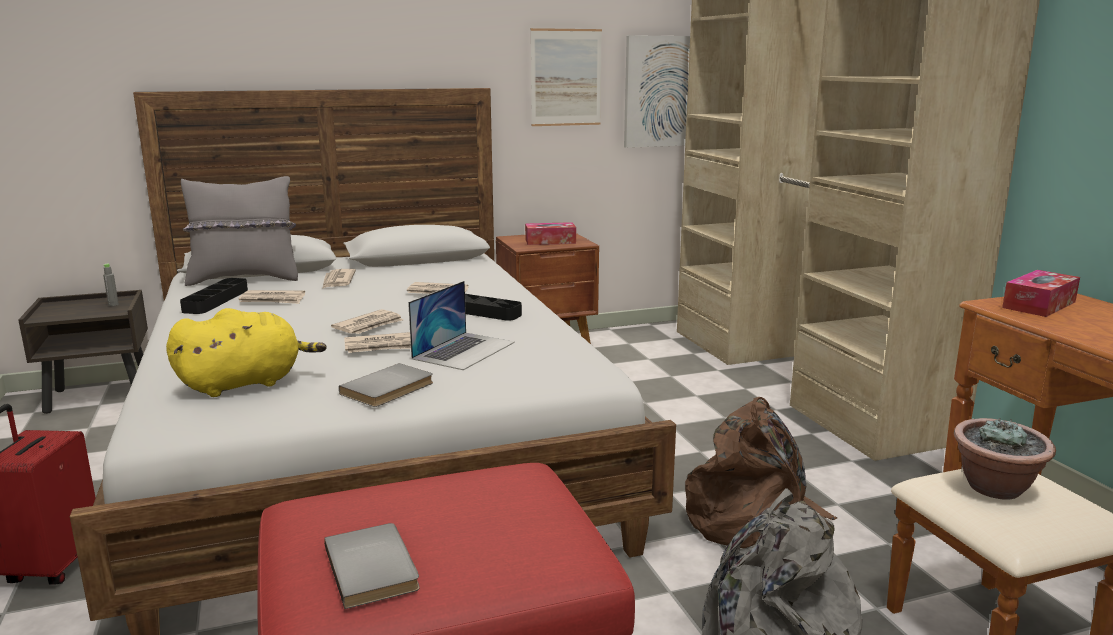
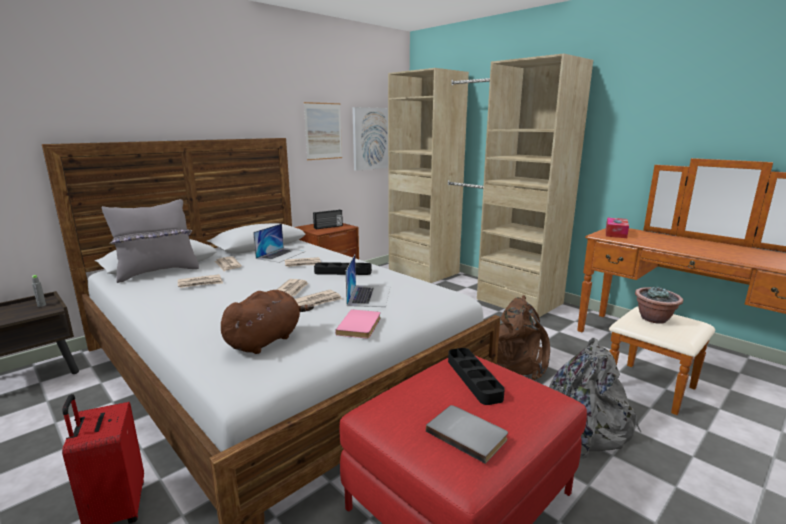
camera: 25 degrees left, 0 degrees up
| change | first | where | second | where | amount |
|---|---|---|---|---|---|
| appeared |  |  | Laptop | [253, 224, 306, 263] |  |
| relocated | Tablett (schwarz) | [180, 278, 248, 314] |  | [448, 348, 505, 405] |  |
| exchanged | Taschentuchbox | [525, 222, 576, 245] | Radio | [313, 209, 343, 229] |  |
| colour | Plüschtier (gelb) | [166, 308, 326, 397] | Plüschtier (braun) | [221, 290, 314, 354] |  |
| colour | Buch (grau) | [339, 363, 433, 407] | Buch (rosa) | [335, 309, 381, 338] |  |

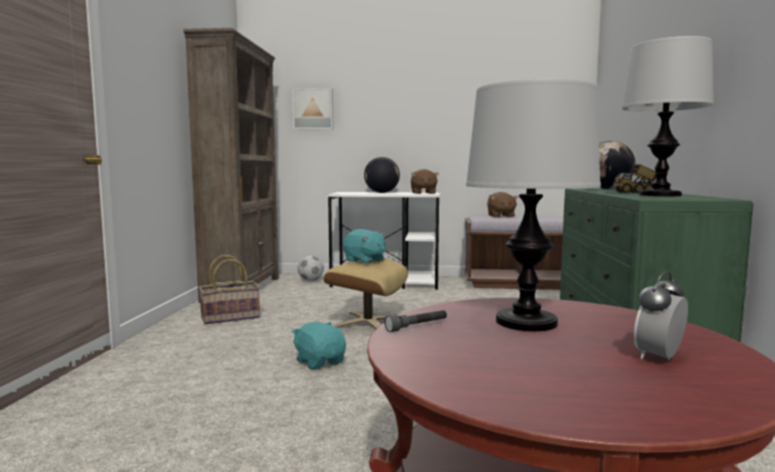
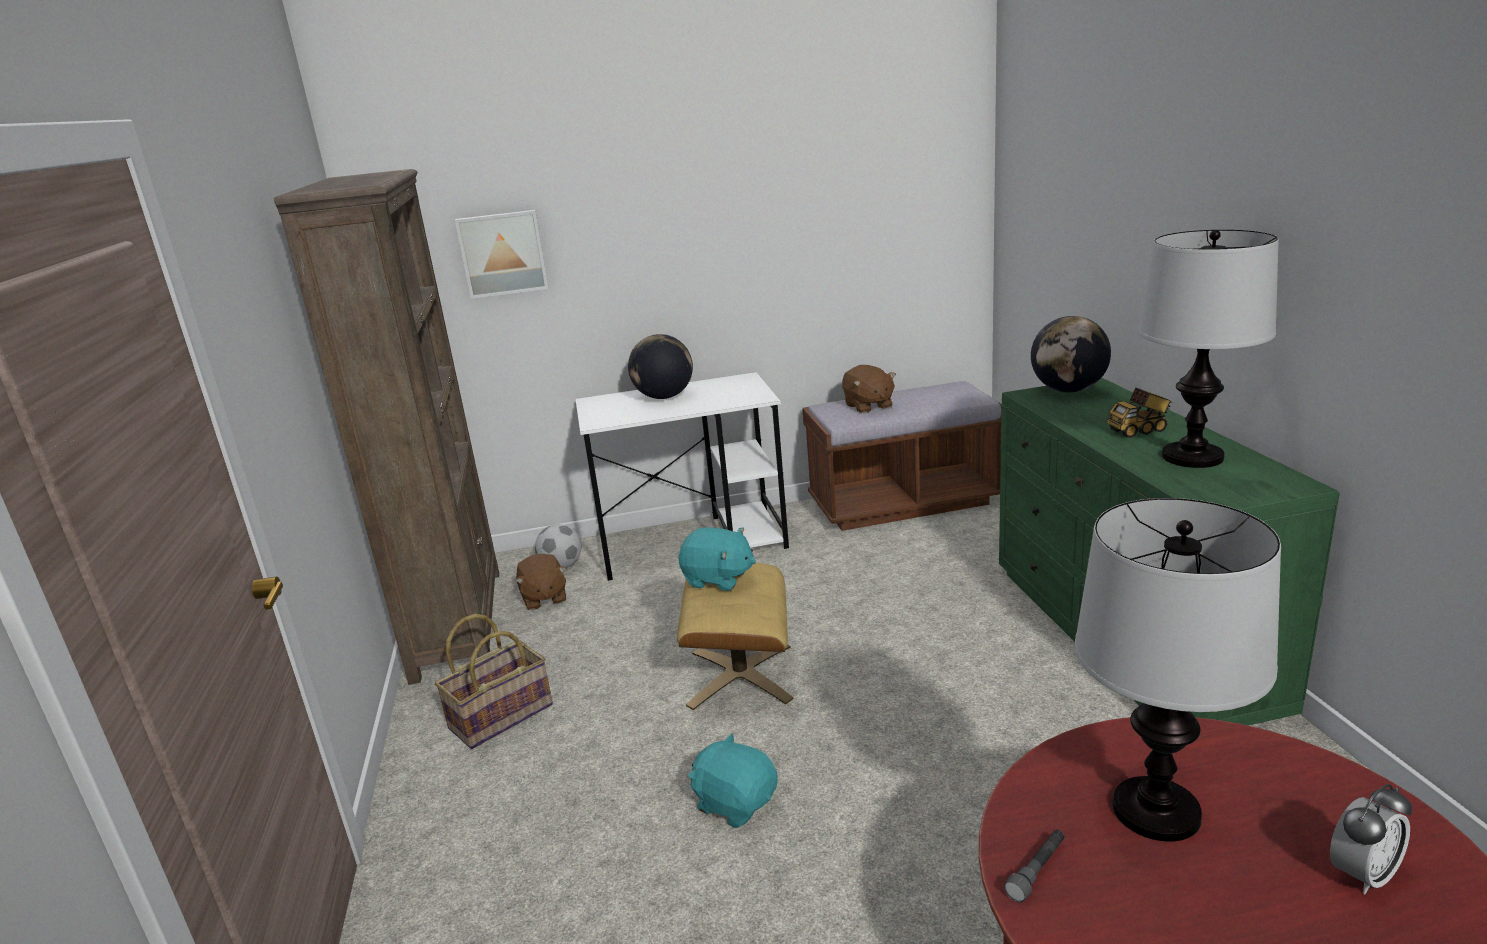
camera: 15 degrees left, 15 degrees up
| change | first | where | second | where | amount |
|---|---|---|---|---|---|
| relocated | Plüschtier (braun) | [411, 169, 439, 194] |  | [515, 554, 567, 610] |  |
| spun | Wecker | [634, 271, 688, 360] |  | [1330, 784, 1412, 894] | 150 degrees counterclockwise |

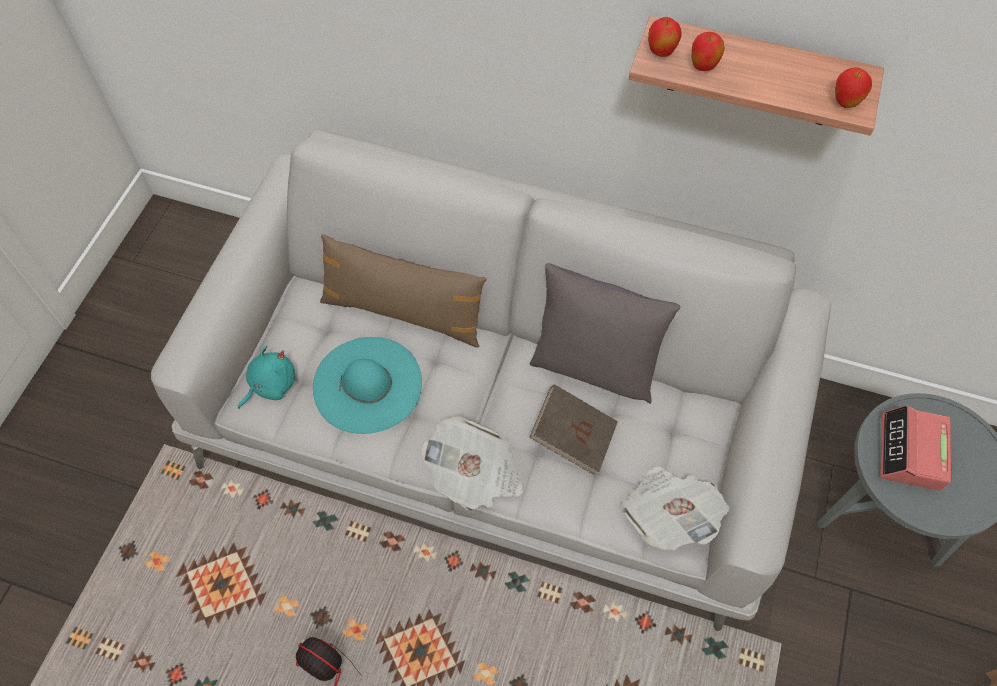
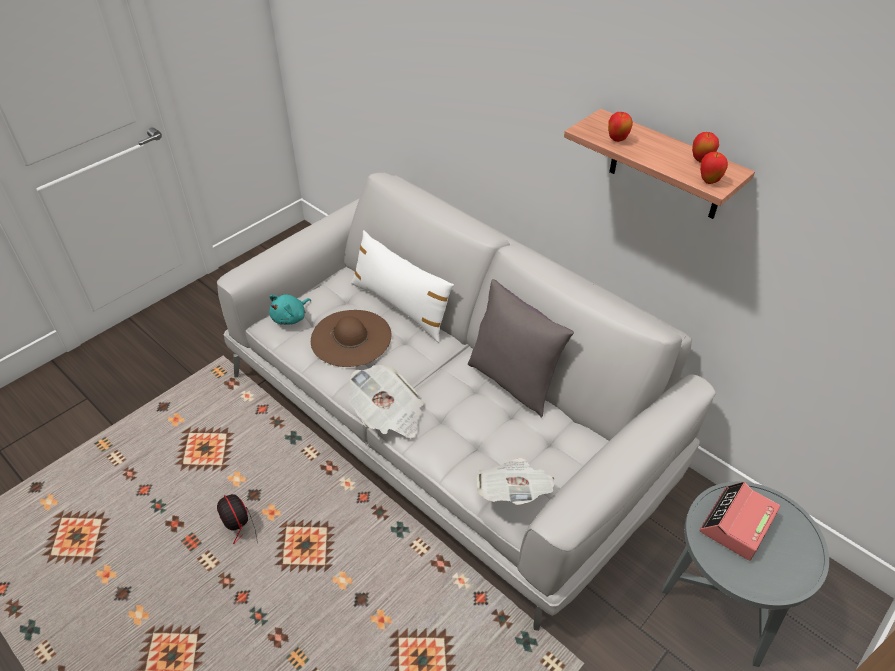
camera: 25 degrees right, 15 degrees down
| change | first | where | second | where | amount |
|---|---|---|---|---|---|
| missing | Buch (braun) | [529, 384, 618, 475] |  |  |  |
| relocated | Apfel | [648, 17, 682, 57] |  | [692, 132, 719, 163] |  |
| colour | Hut (türkis) | [313, 337, 422, 434] | Hut (braun) | [311, 310, 391, 367] |  |
| colour | Kissen (braun) | [320, 234, 487, 348] | Kissen (weiß) | [351, 230, 454, 342] |  |
| spun | Plüschtier (türkis) | [238, 345, 295, 409] |  | [269, 294, 311, 325] | 150 degrees clockwise |

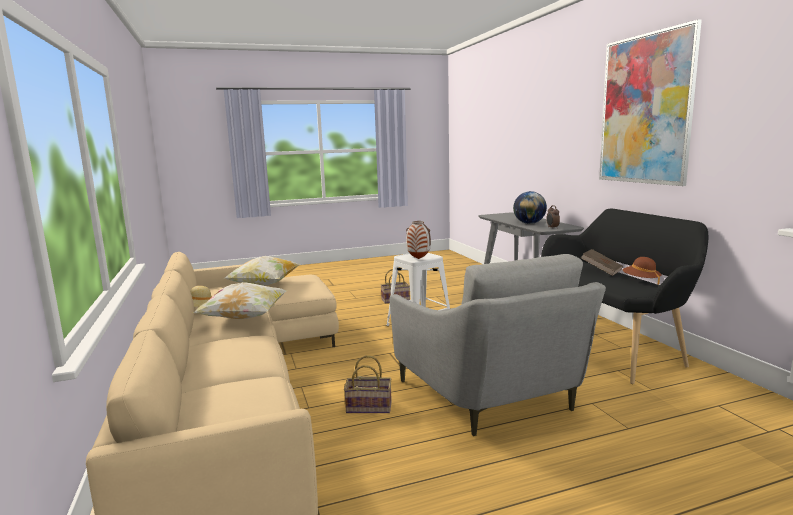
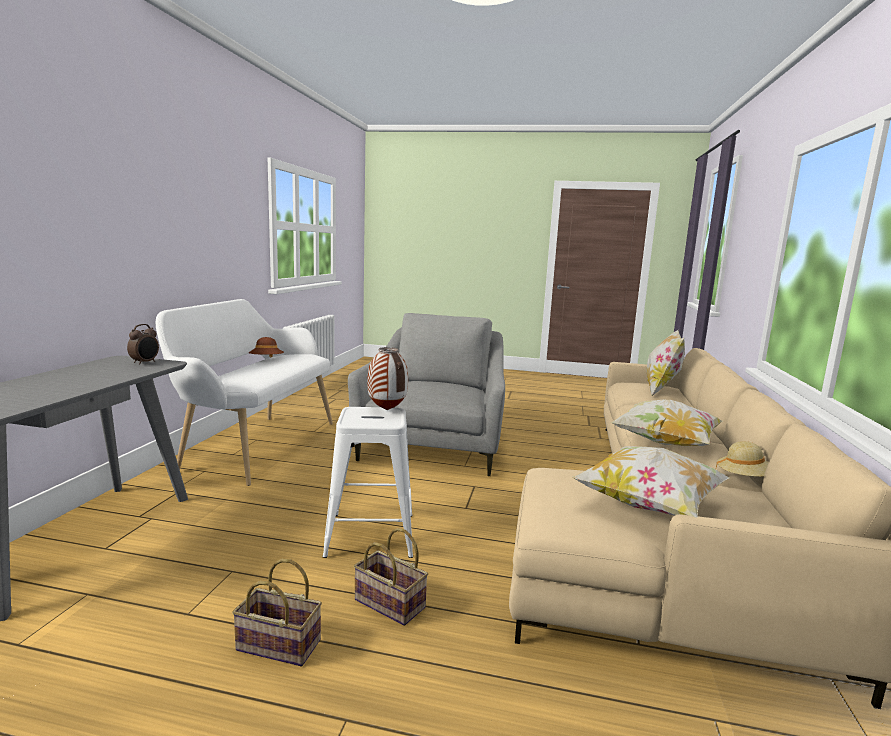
camera: 150 degrees left, 0 degrees up
| change | first | where | second | where | amount |
|---|---|---|---|---|---|
| missing | Globus | [513, 191, 547, 224] |  |  |  |
| missing | Buch (braun) | [581, 249, 623, 276] |  |  |  |
| missing | Bild | [599, 19, 702, 186] |  |  |  |
| appeared |  |  | Kissen | [646, 330, 685, 397] |  |
| relocated | Korb | [344, 355, 392, 413] |  | [354, 528, 428, 626] |  |
| colour | Bank (schwarz) | [541, 209, 708, 384] | Bank (weiß) | [156, 299, 333, 486] |  |

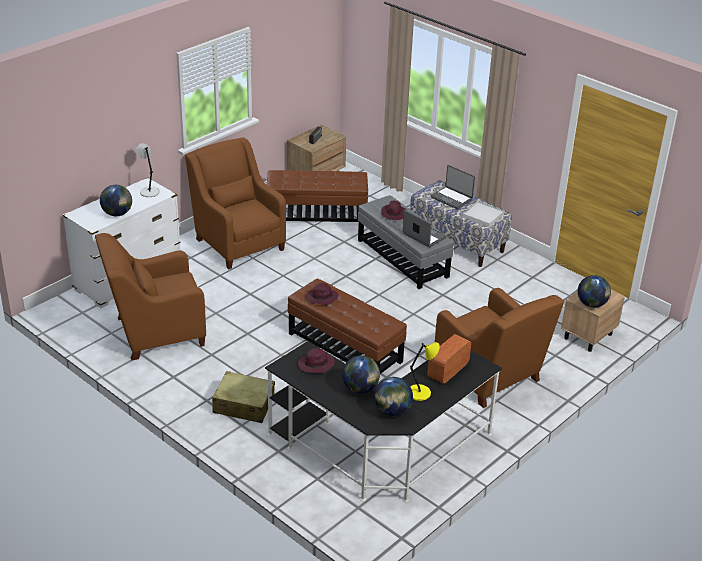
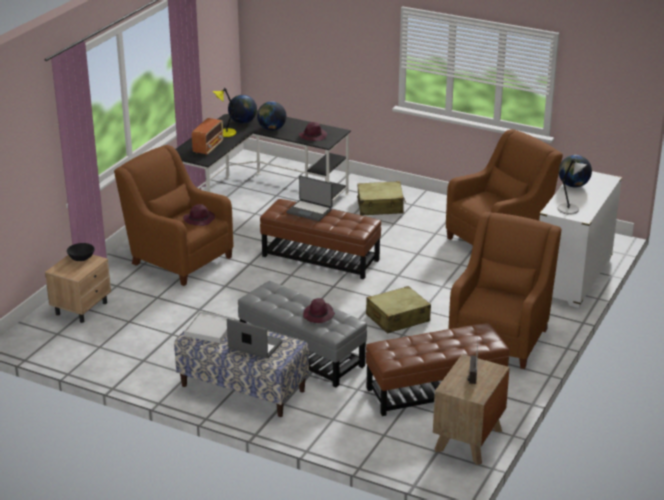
camera: 165 degrees right, 5 degrees down
| change | first | where | second | where | amount |
|---|---|---|---|---|---|
| appeared |  |  | Koffer (beige) | [366, 286, 431, 333] |  |
| relocated | Hut (lila) | [306, 283, 338, 305] |  | [183, 204, 215, 226] |  |
| relocated | Laptop | [402, 210, 447, 247] |  | [286, 175, 332, 221] |  |
| exchanged | Globus | [578, 275, 611, 308] | Schüssel (schwarz) | [67, 243, 95, 261] |  |
| spun | Sessel (braun) | [185, 137, 286, 269] |  | [448, 212, 561, 369] | 105 degrees counterclockwise |

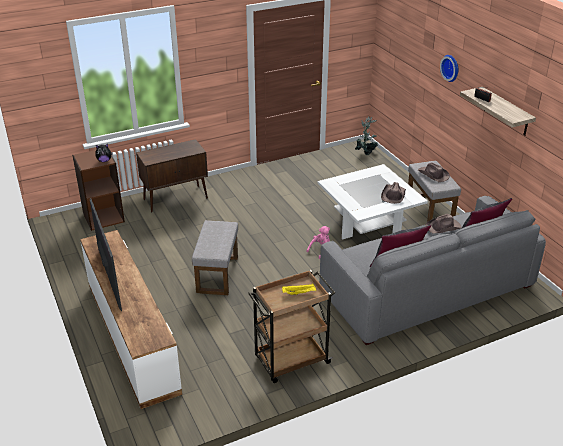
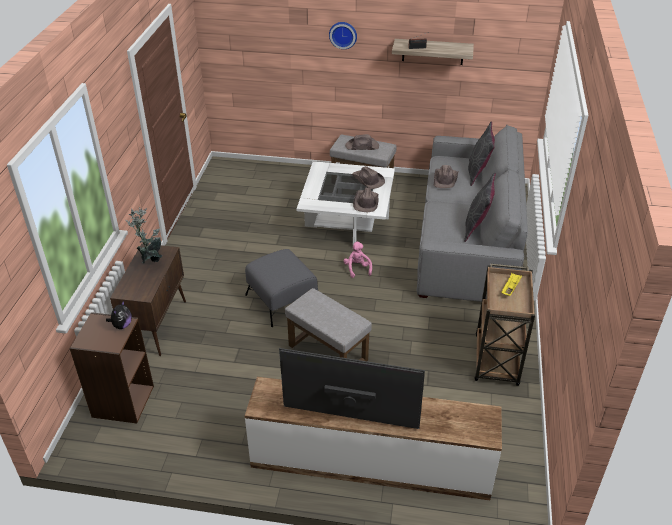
camera: 55 degrees left, 5 degrees up
| change | first | where | second | where | amount |
|---|---|---|---|---|---|
| appeared |  |  | Polsterhocker (grau) | [245, 249, 318, 327] |  |
| appeared |  |  | Hut (braun) | [353, 188, 379, 212] |  |
| relocated | Topfpflanze | [355, 117, 378, 155] |  | [126, 207, 162, 264] |  |

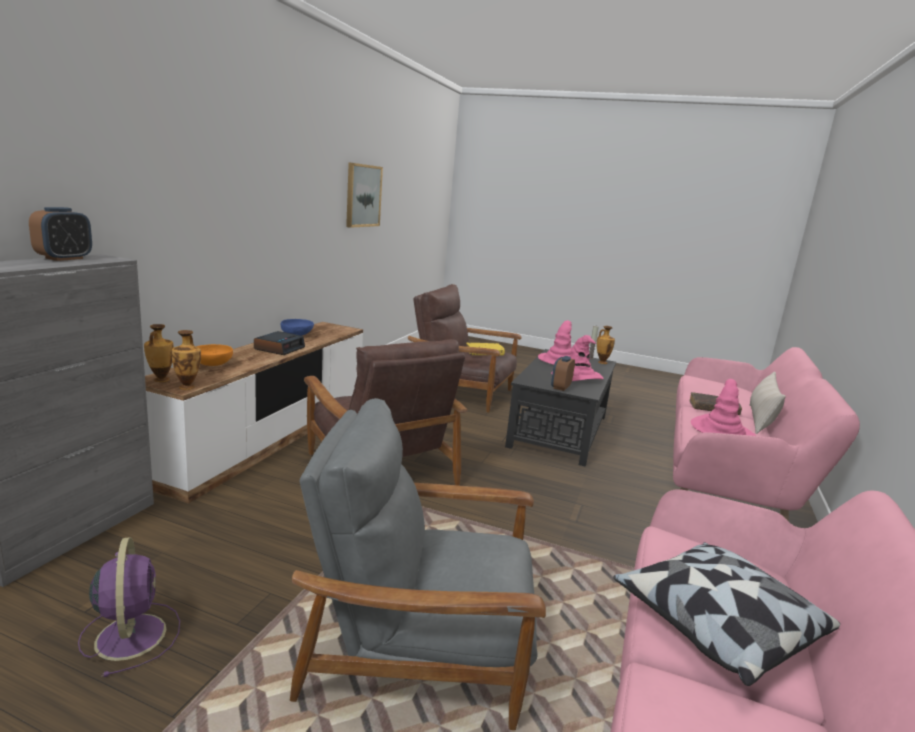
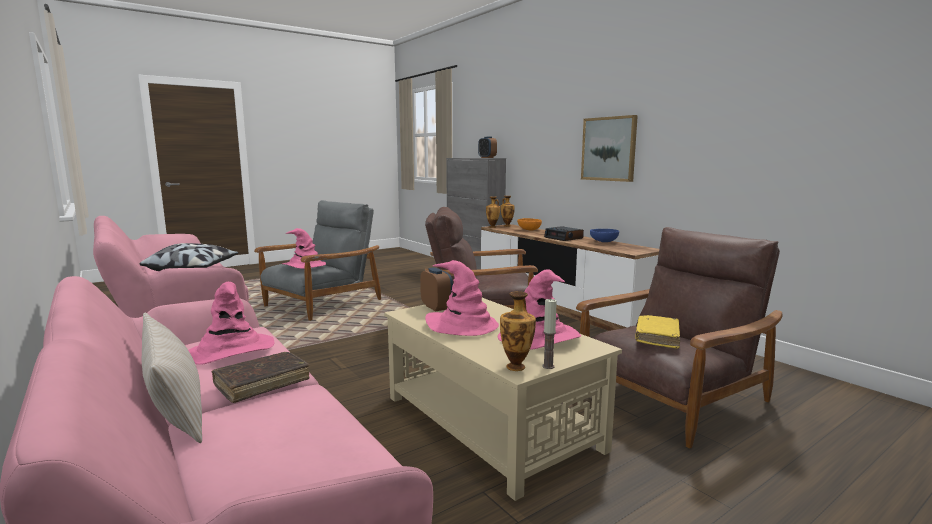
camera: 125 degrees right, 5 degrees down
| change | first | where | second | where | amount |
|---|---|---|---|---|---|
| missing | Ventilator (lila) | [78, 537, 180, 677] |  |  |  |
| appeared |  |  | Hut (rosa) | [282, 228, 326, 269] |  |
| relocated | Bild | [346, 163, 383, 228] |  | [581, 115, 638, 182] |  |
| colour | Couchtisch (schwarz) | [505, 349, 616, 466] | Couchtisch (beige) | [384, 298, 622, 501] |  |

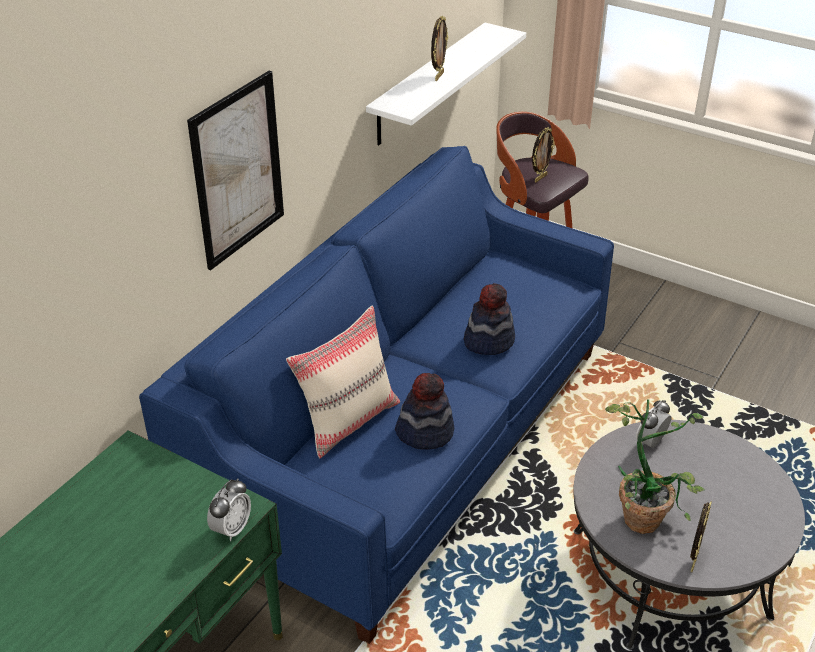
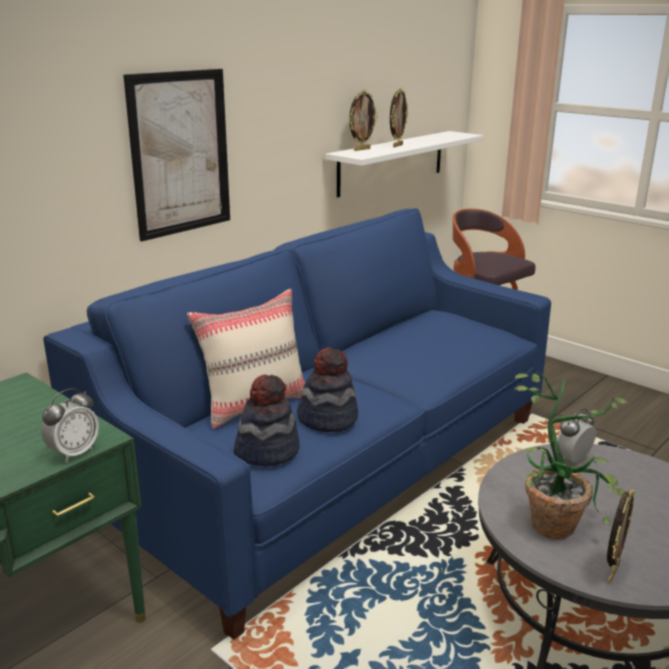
camera: 10 degrees right, 15 degrees down
| change | first | where | second | where | amount |
|---|---|---|---|---|---|
| relocated | Hut | [464, 283, 515, 355] |  | [234, 375, 300, 467] |  |
| relocated | Bilderrahmen | [532, 127, 555, 182] |  | [349, 90, 378, 151] |  |

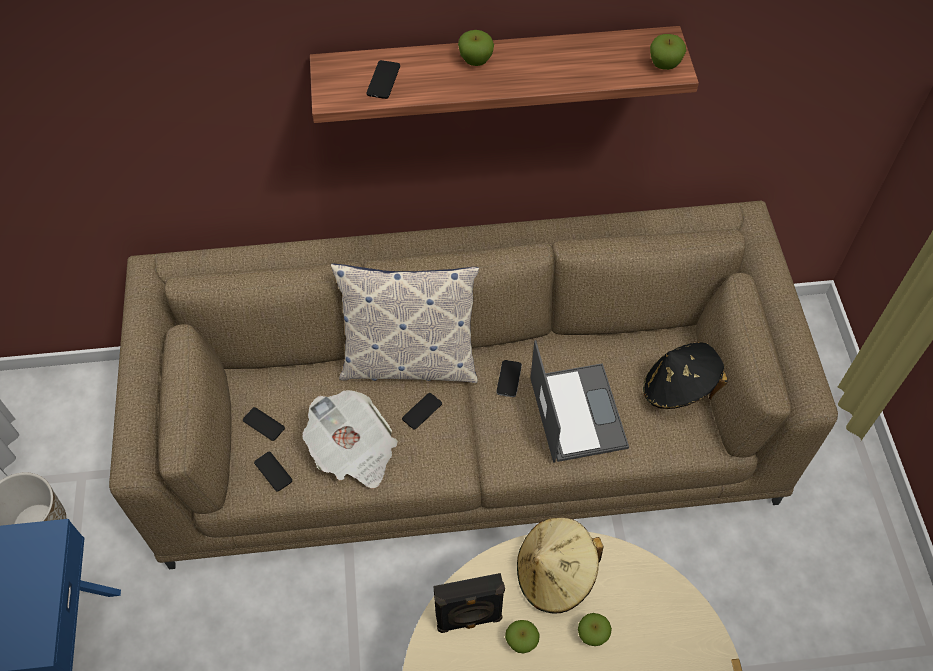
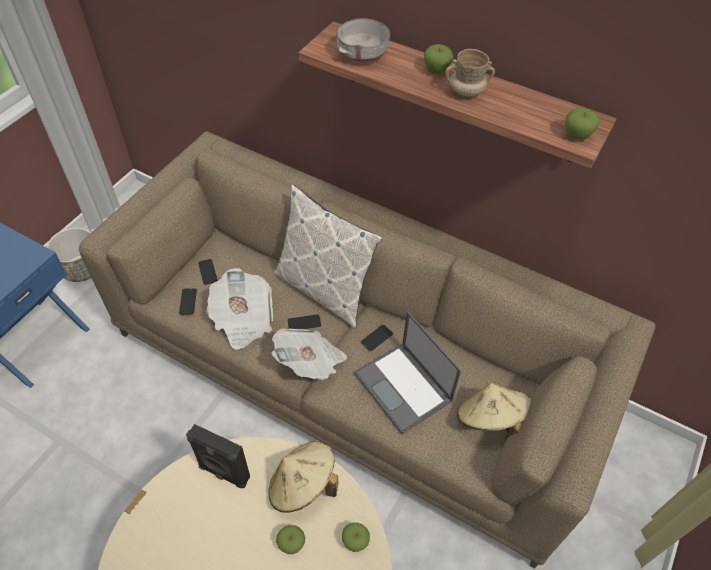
camera: 35 degrees right, 5 degrees down
| change | first | where | second | where | amount |
|---|---|---|---|---|---|
| appeared |  |  | Zeitung | [272, 328, 347, 380] |  |
| appeared |  |  | Henkelbecher (beige) | [445, 49, 495, 98] |  |
| relocated | Apfel | [505, 620, 540, 653] |  | [342, 523, 370, 552] |  |
| exchanged | Handy | [366, 60, 400, 99] | Schüssel (grau) | [336, 18, 390, 62] |  |
| colour | Hut (schwarz) | [643, 342, 728, 409] | Hut (beige) | [457, 383, 531, 441] |  |
| spun | Laptop | [530, 340, 629, 463] |  | [354, 311, 461, 434] | 120 degrees clockwise |

